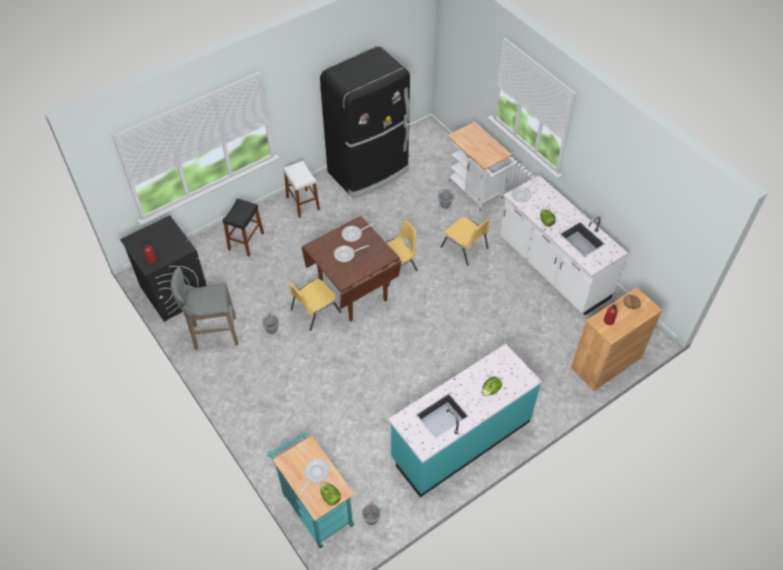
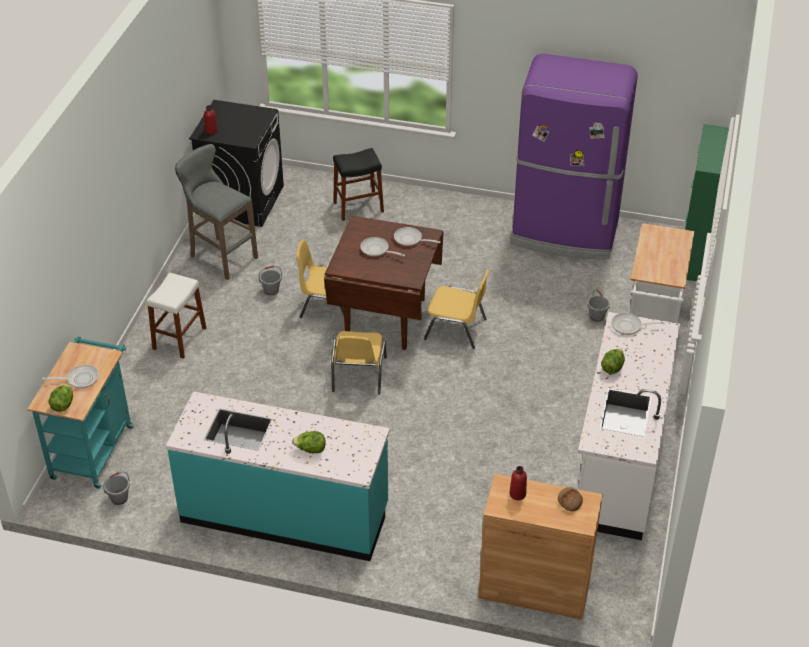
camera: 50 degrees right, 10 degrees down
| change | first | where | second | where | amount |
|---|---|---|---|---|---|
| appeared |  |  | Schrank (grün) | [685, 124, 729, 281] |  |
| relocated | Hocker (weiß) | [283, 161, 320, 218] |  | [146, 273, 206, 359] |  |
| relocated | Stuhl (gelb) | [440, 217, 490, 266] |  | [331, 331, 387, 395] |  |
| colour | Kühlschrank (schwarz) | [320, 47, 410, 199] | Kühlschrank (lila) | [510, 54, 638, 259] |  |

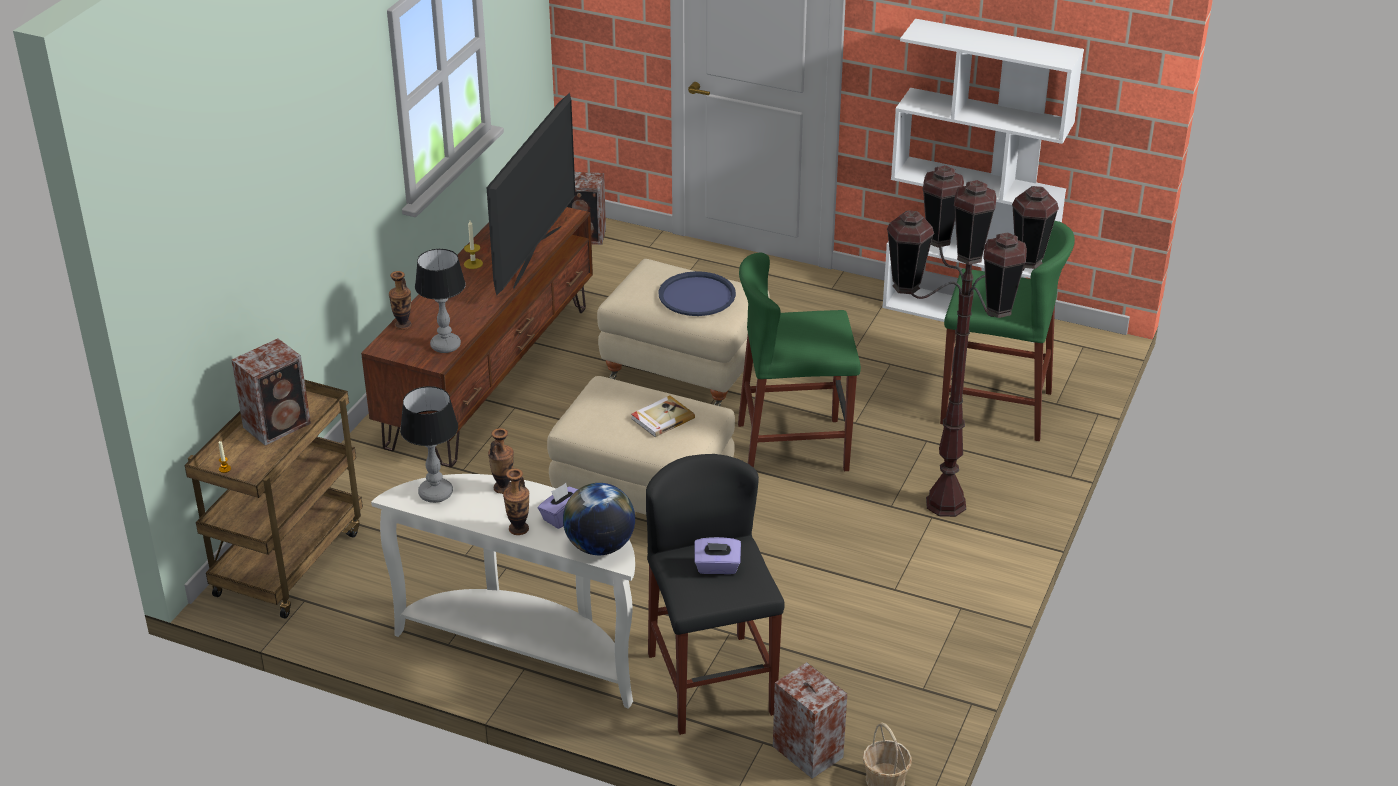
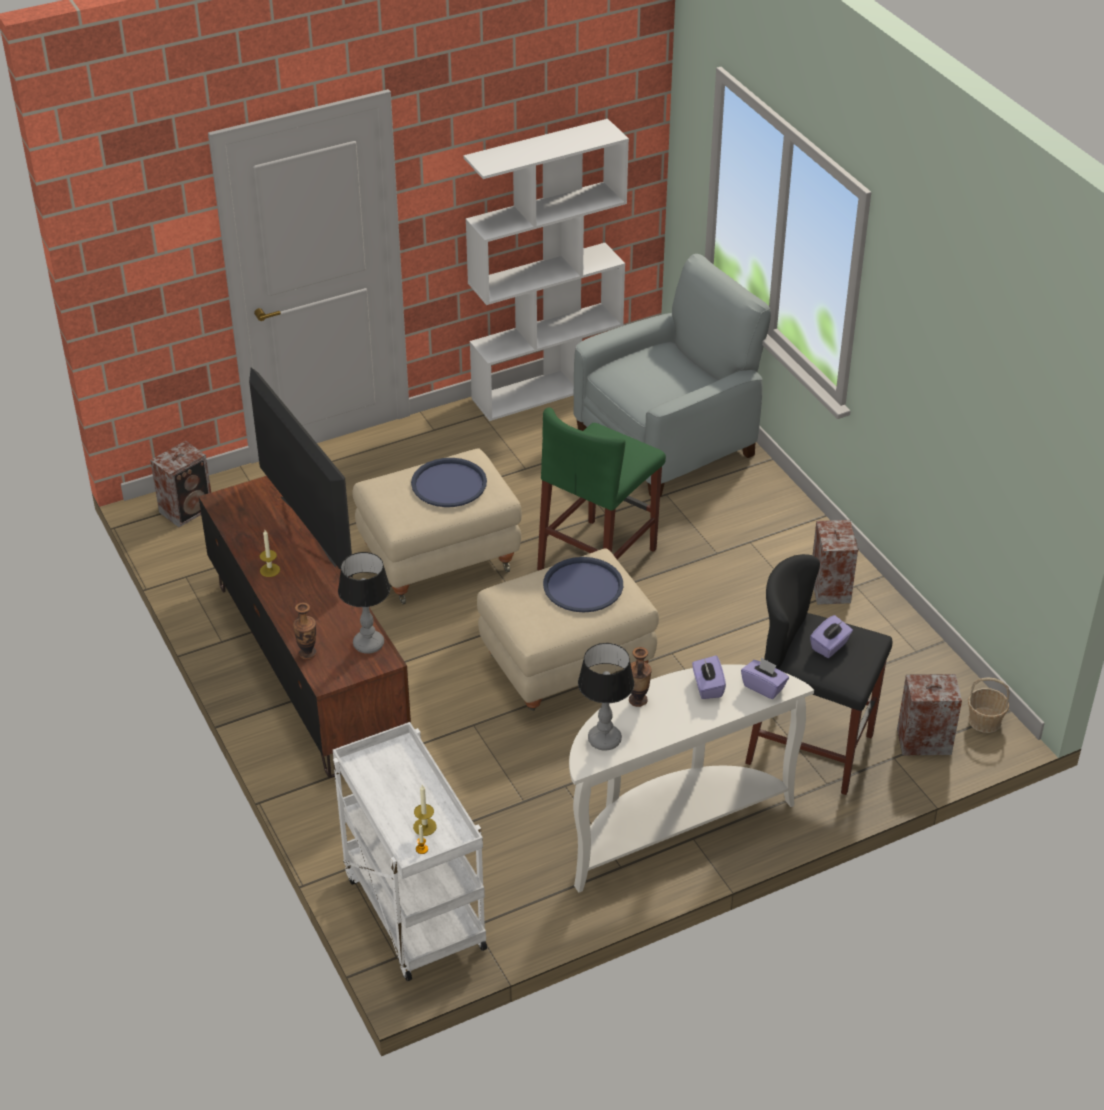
camera: 50 degrees left, 5 degrees up
| change | first | where | second | where | amount |
|---|---|---|---|---|---|
| missing | Vase | [503, 469, 529, 535] |  |  |  |
| missing | Stehlampe (braun) | [887, 165, 1059, 517] |  |  |  |
| appeared |  |  | Kerze | [413, 785, 437, 836] |  |
| relocated | Lautsprecher | [232, 338, 311, 446] |  | [813, 520, 859, 605] |  |
| exchanged | Globus | [563, 483, 635, 555] | Taschentuchbox (lila) | [741, 657, 789, 699] |  |
| exchanged | Buch | [631, 396, 695, 437] | Tablett (blau) | [543, 557, 623, 612] |  |
| exchanged | Hocker (grün) | [940, 221, 1075, 441] | Sessel (grau) | [573, 254, 771, 497] |  |
| colour | Rollwagen (braun) | [185, 380, 363, 618] | Rollwagen (weiß) | [333, 722, 487, 981] |  |

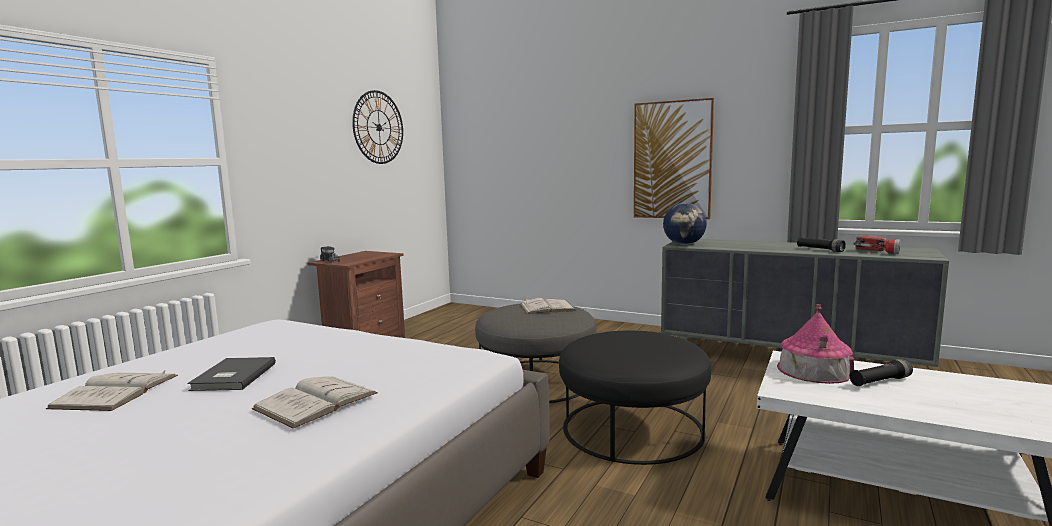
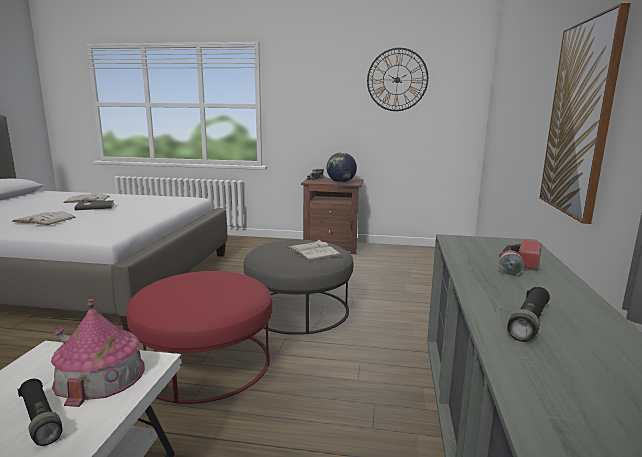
camera: 70 degrees right, 5 degrees up
| change | first | where | second | where | amount |
|---|---|---|---|---|---|
| relocated | Globus | [663, 203, 707, 245] |  | [326, 152, 357, 183] |  |
| relocated | Taschenlampe | [853, 235, 901, 254] |  | [499, 240, 542, 276] |  |
| colour | Polsterhocker (schwarz) | [559, 331, 711, 465] | Polsterhocker (rot) | [126, 271, 272, 404] |  |

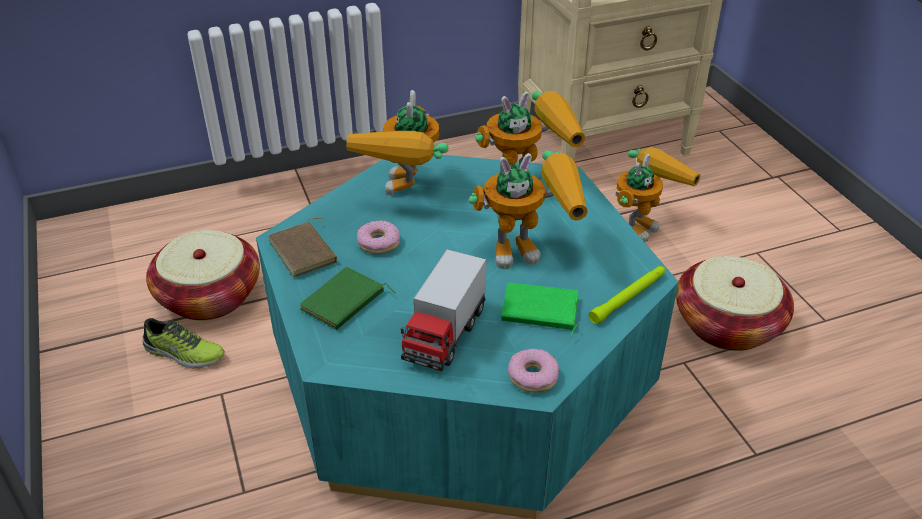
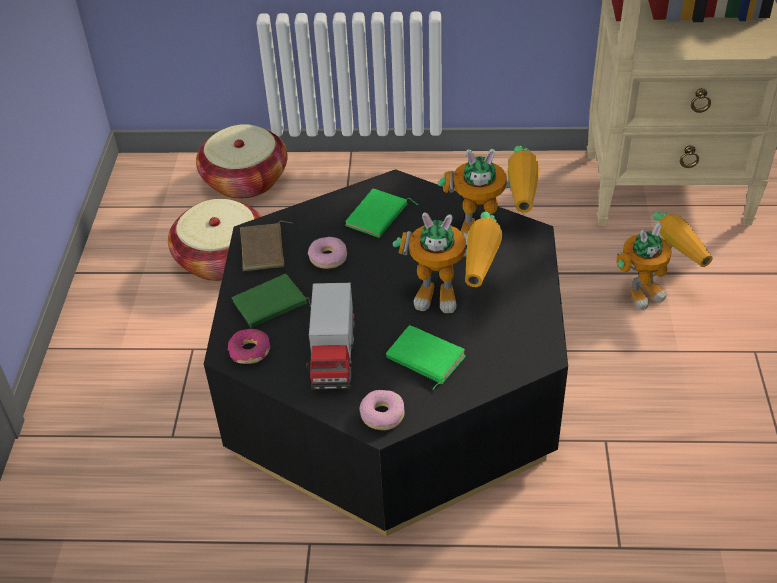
camera: 25 degrees right, 5 degrees up
| change | first | where | second | where | amount |
|---|---|---|---|---|---|
| missing | Schuh | [142, 318, 225, 369] |  |  |  |
| missing | Taschenlampe (grün) | [589, 266, 665, 324] |  |  |  |
| appeared |  |  | Donut | [228, 329, 271, 364] |  |
| relocated | Korb | [676, 256, 794, 351] |  | [196, 124, 288, 199] |  |
| exchanged | Spielzeugroboter | [346, 90, 449, 195] | Buch (grün) | [345, 189, 418, 238] |  |
| colour | Couchtisch (türkis) | [256, 155, 679, 519] | Couchtisch (schwarz) | [204, 169, 568, 536] |  |
| spun | Spielzeuglaster | [401, 249, 486, 371] |  | [306, 283, 354, 389] | 45 degrees counterclockwise |

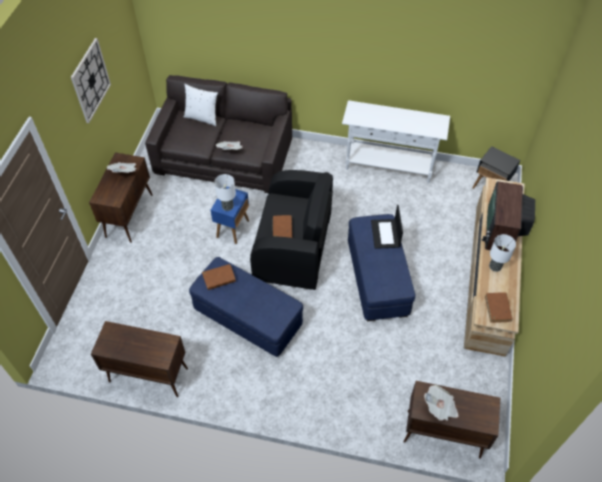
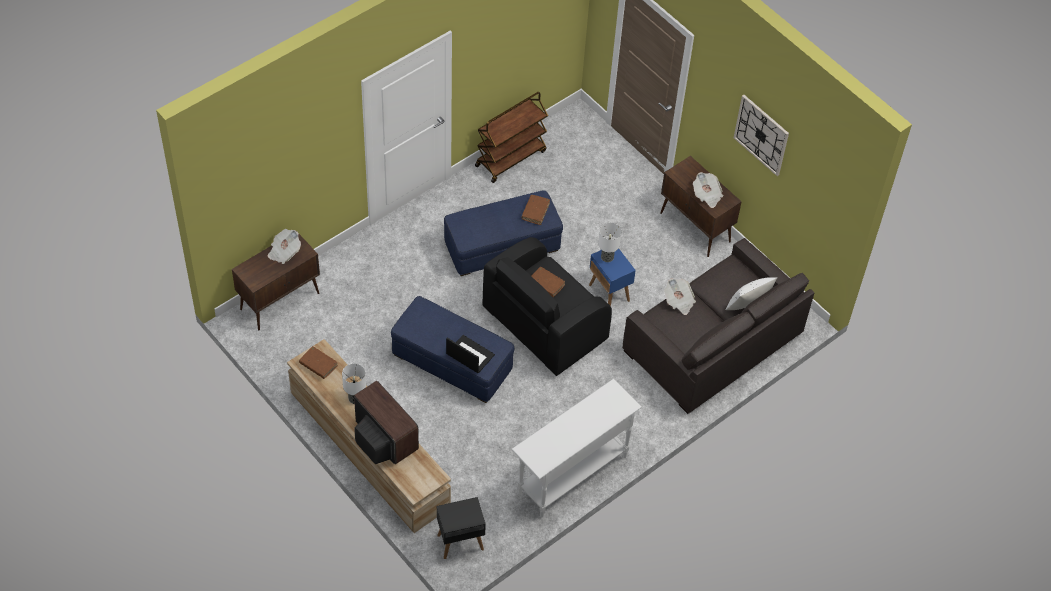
camera: 125 degrees right, 0 degrees up
| change | first | where | second | where | amount |
|---|---|---|---|---|---|
| exchanged | Schrank (braun) | [91, 321, 188, 397] | Rollwagen (braun) | [475, 92, 548, 183] |  |

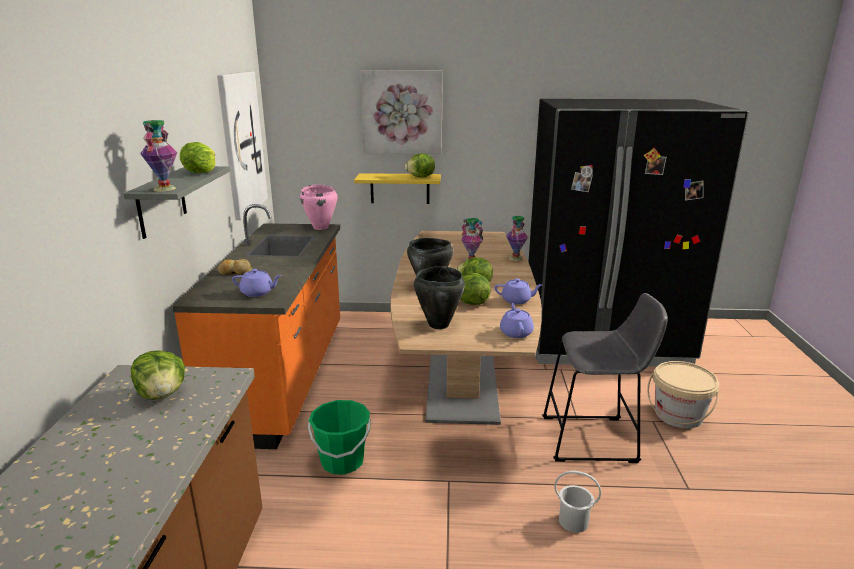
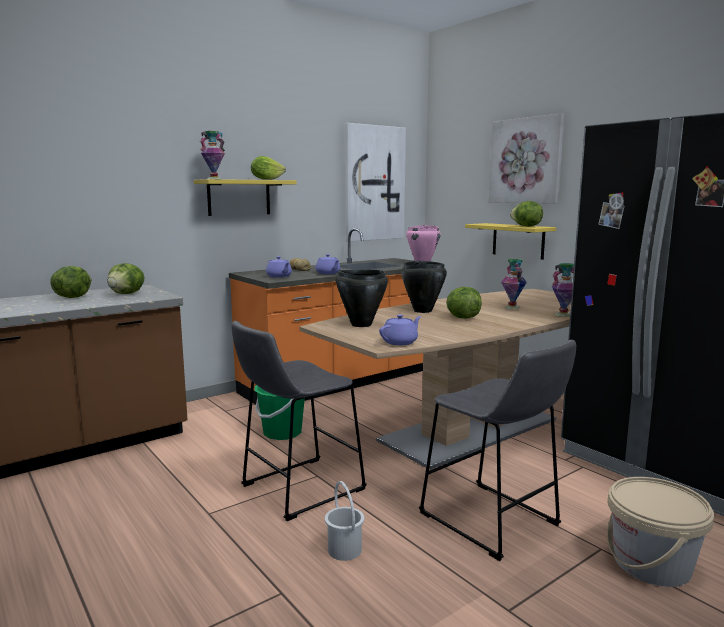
camera: 50 degrees right, 10 degrees down
| change | first | where | second | where | amount |
|---|---|---|---|---|---|
| appeared |  |  | Hocker (grau) | [232, 321, 367, 521] |  |
| relocated | Salatkopf | [461, 273, 491, 305] |  | [50, 266, 92, 298] |  |
| relocated | Teekanne (lila) | [495, 278, 543, 304] |  | [316, 254, 340, 274] |  |
| colour | Wandregal (grau) | [123, 166, 230, 239] | Wandregal (gelb) | [194, 179, 297, 216] |  |

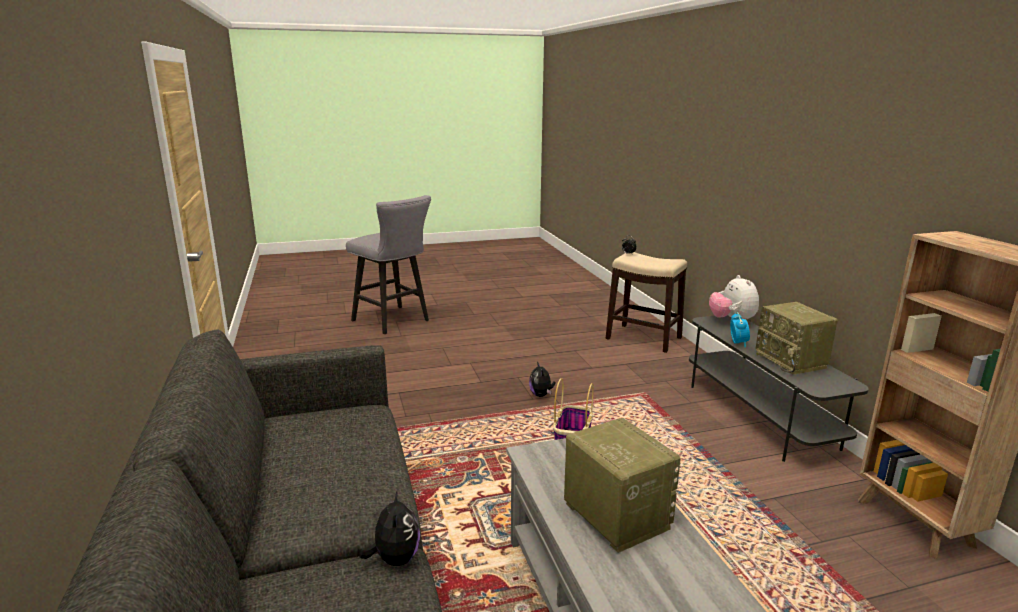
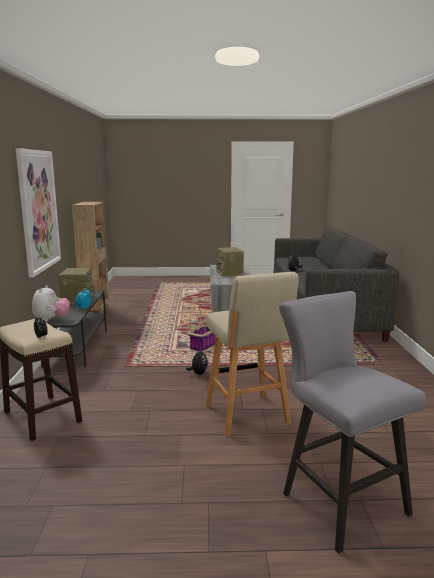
camera: 165 degrees left, 5 degrees down
| change | first | where | second | where | amount |
|---|---|---|---|---|---|
| appeared |  |  | Bild | [16, 148, 61, 278] |  |
| appeared |  |  | Hocker (beige) | [206, 272, 298, 437] |  |

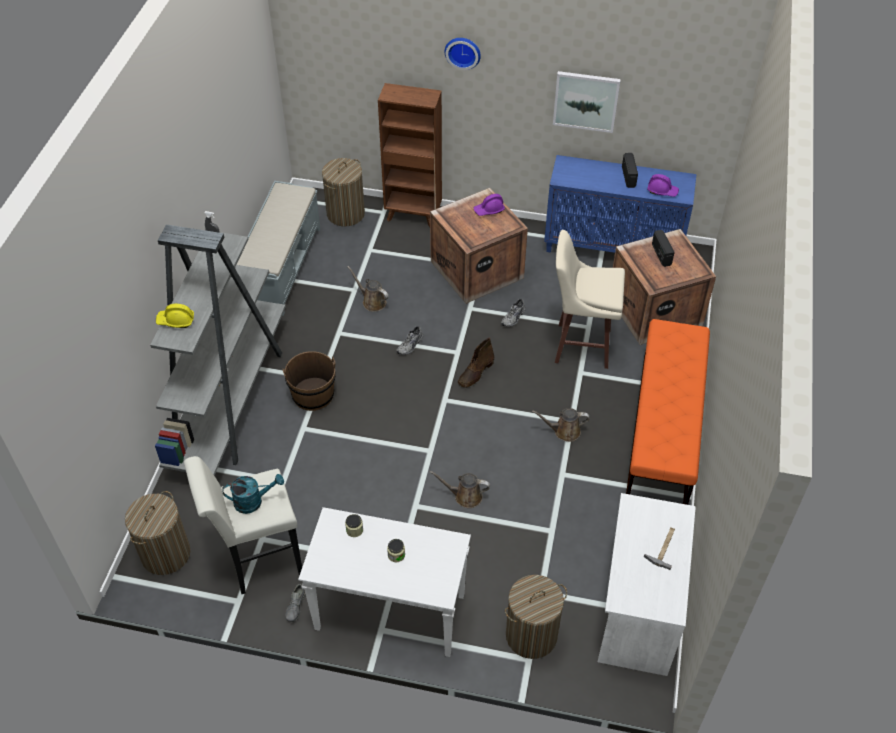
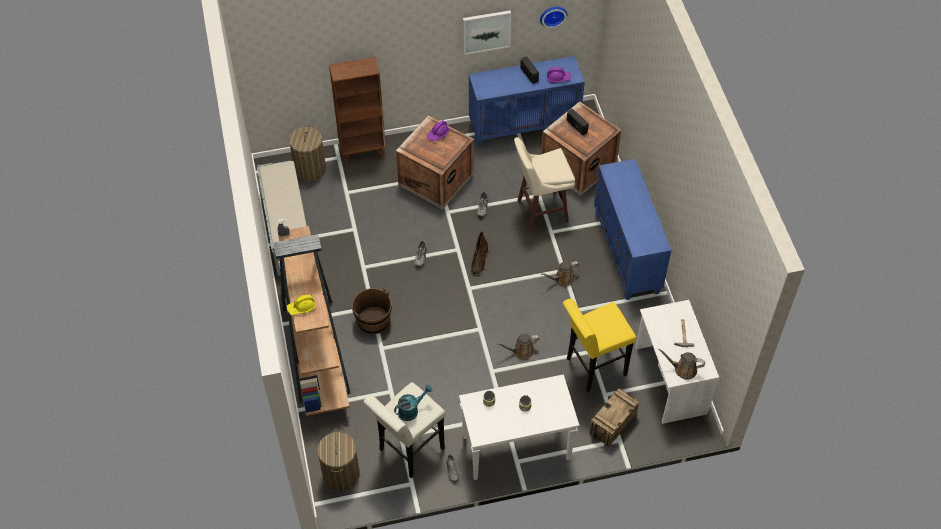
camera: 25 degrees left, 5 degrees up
| change | first | where | second | where | amount |
|---|---|---|---|---|---|
| appeared |  |  | Hocker (gelb) | [563, 299, 636, 392] |  |
| relocated | Gießkanne (braun) | [347, 266, 389, 312] |  | [658, 348, 705, 380] |  |
| relocated | Wanduhr | [445, 38, 481, 70] |  | [540, 7, 567, 28] |  |
| exchanged | Wäschekorb | [505, 575, 567, 659] | Kiste | [589, 388, 639, 447] |  |
| exchanged | Bank (orange) | [626, 319, 710, 505] | Schrank (blau) | [594, 159, 671, 300] |  |
| colour | Bücherregal (grau) | [150, 225, 286, 476] | Bücherregal (braun) | [273, 226, 351, 416] |  |

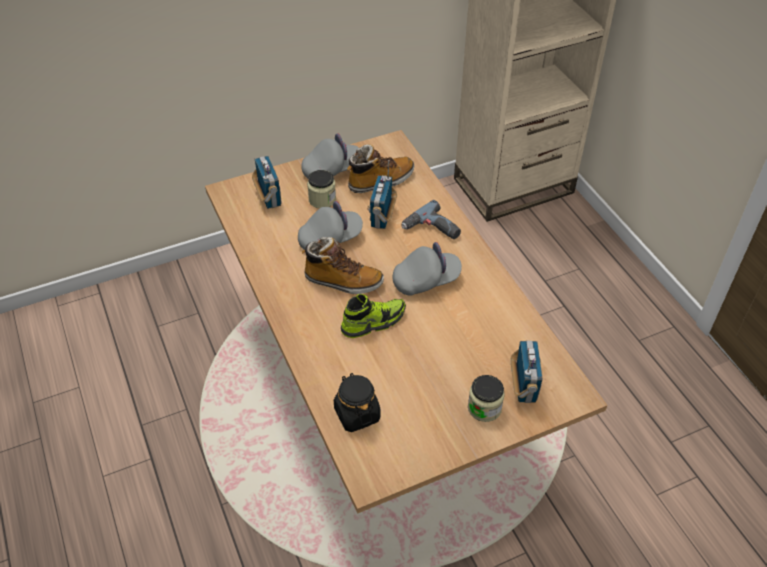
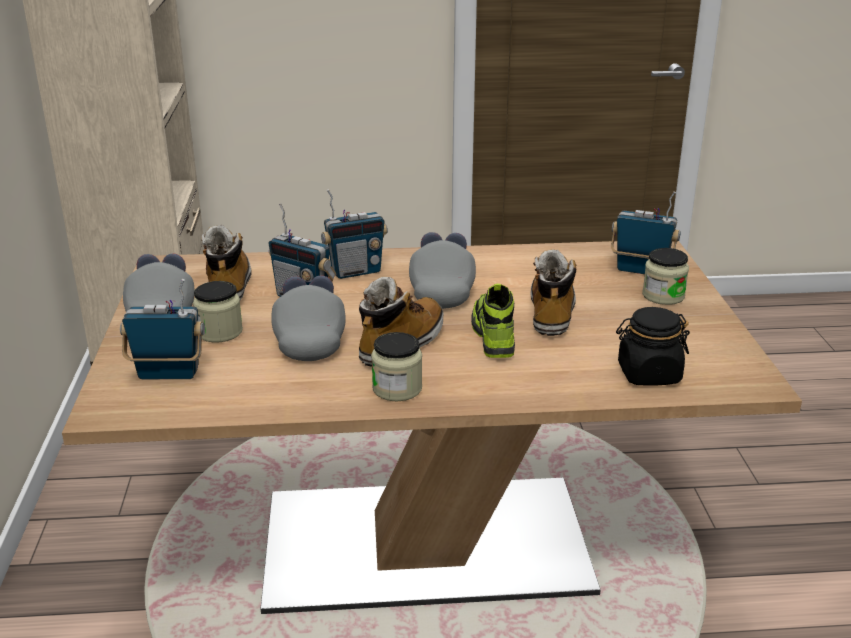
camera: 70 degrees left, 20 degrees down
| change | first | where | second | where | amount |
|---|---|---|---|---|---|
| appeared |  |  | Vorratsglas | [371, 332, 422, 401] |  |
| appeared |  |  | Stiefel | [531, 249, 577, 336] |  |
| exchanged | Bohrmaschine | [401, 200, 461, 239] | Radio | [321, 189, 388, 279] |  |

